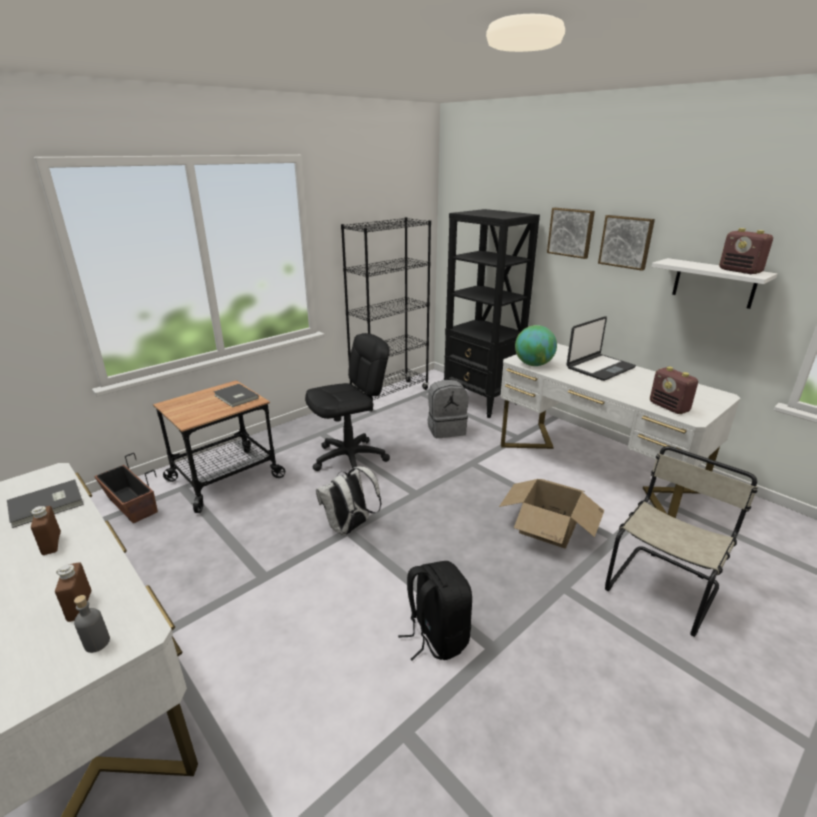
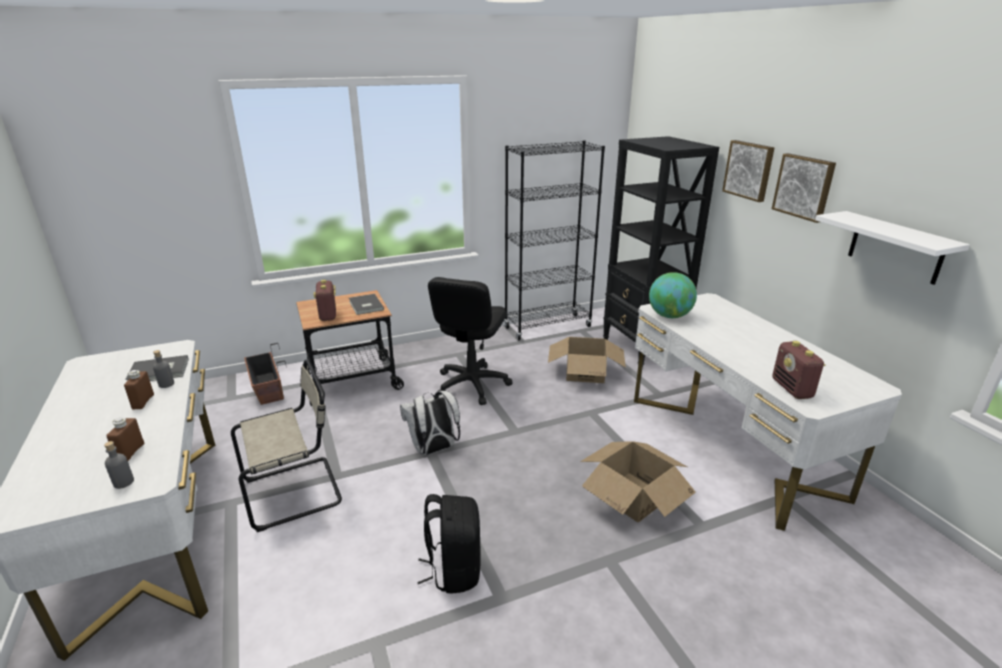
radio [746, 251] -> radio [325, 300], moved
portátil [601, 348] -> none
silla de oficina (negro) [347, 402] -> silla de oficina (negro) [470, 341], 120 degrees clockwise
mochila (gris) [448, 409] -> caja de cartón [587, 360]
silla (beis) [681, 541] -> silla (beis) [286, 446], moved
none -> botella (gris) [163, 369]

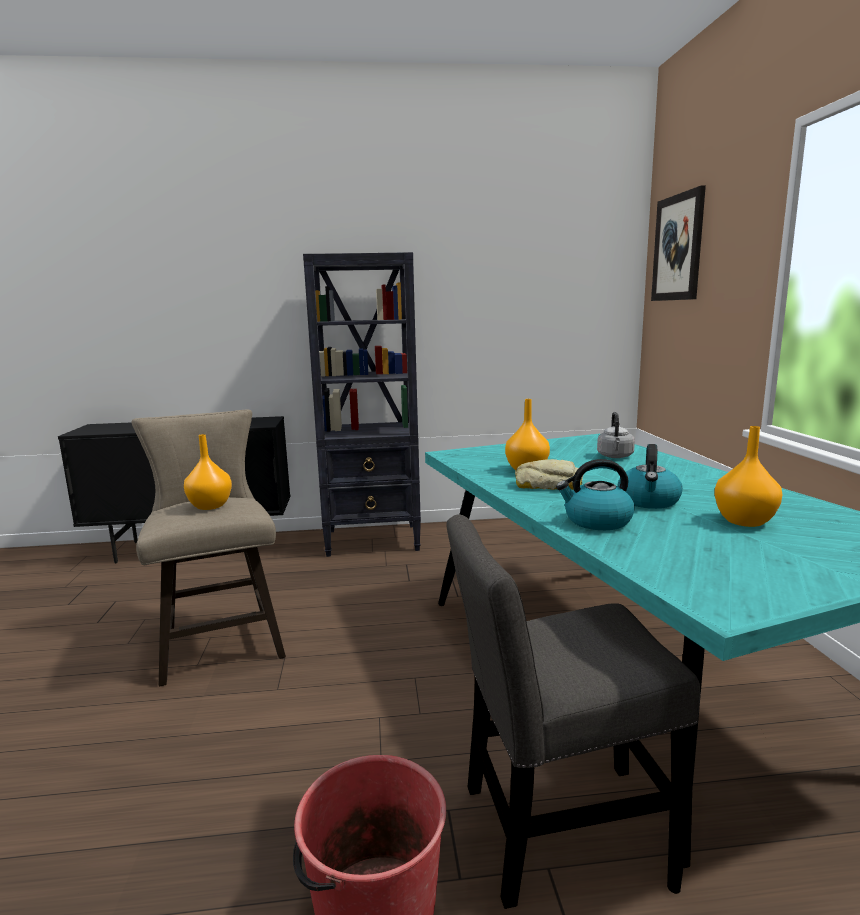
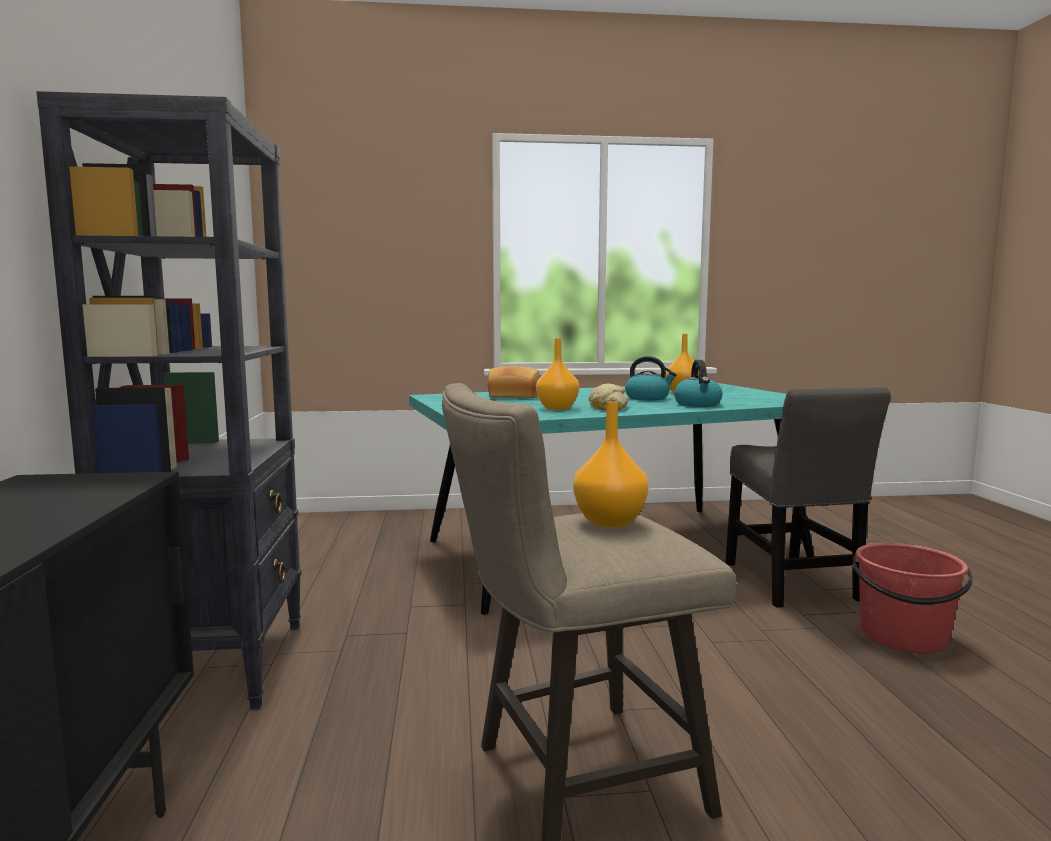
cuadro [678, 243] -> none
hervidor (gris) [616, 435] -> pan [513, 382]

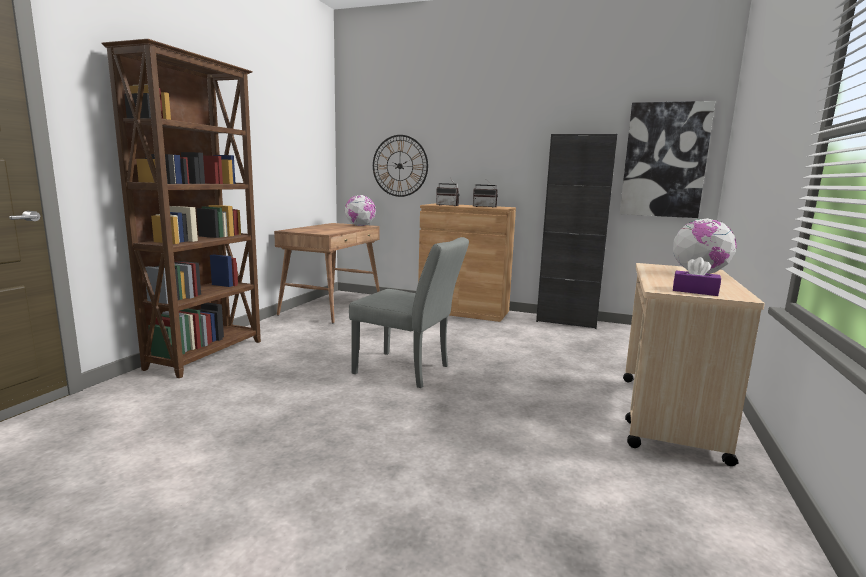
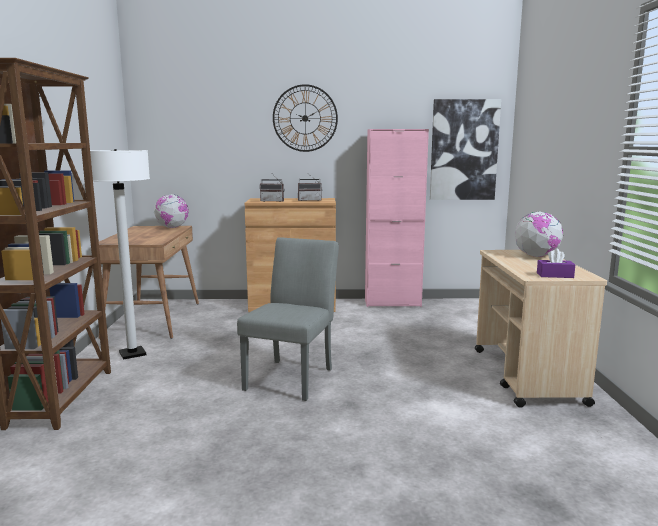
armario (negro) [576, 231] -> armario (rosa) [397, 218]
reloj de pared [400, 166] -> reloj de pared [305, 118], moved
silla (gris) [409, 312] -> silla (gris) [288, 319], 75 degrees counterclockwise
none -> lámpara de pie (blanco) [120, 254]

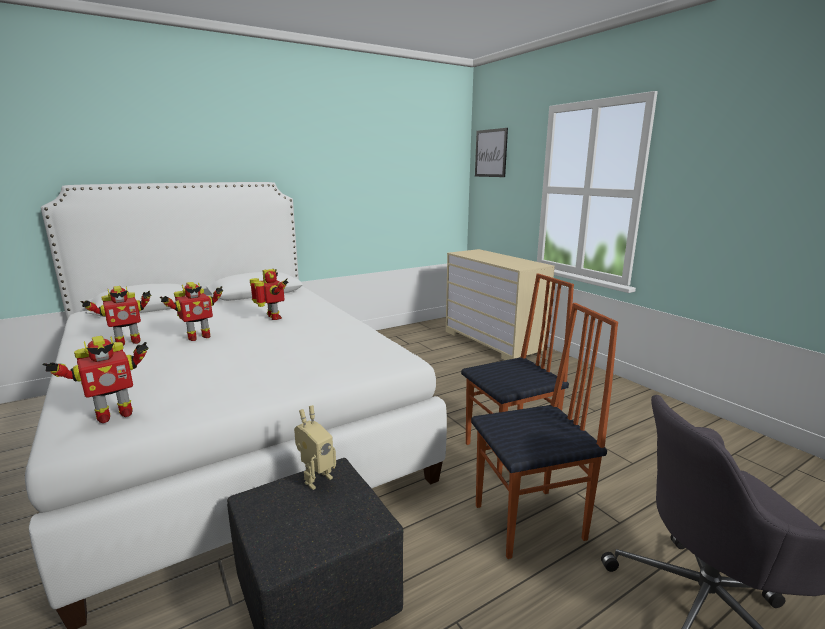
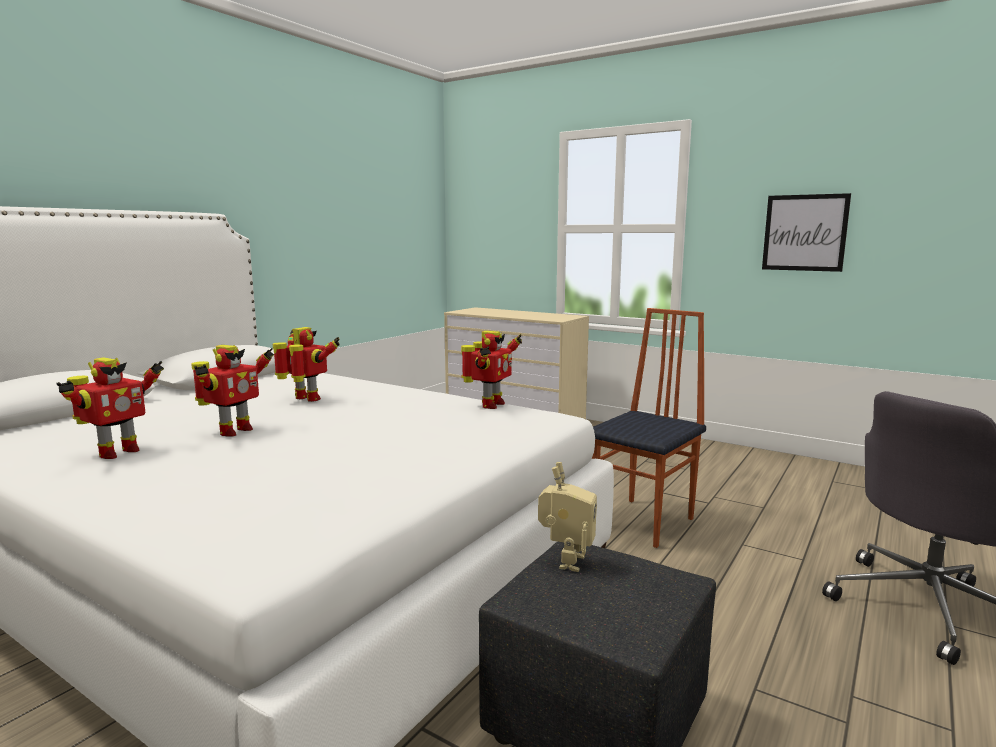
cuadro [491, 152] -> cuadro [806, 232], moved
silla [544, 431] -> none
robot de juguete [96, 379] -> robot de juguete [491, 370], moved

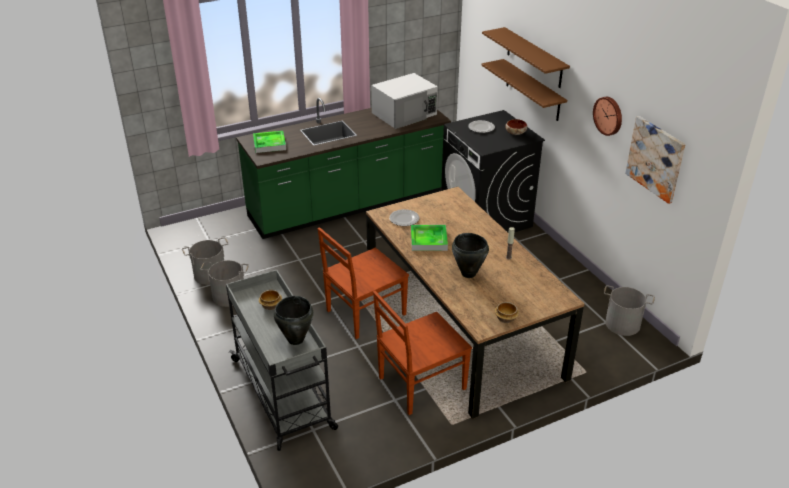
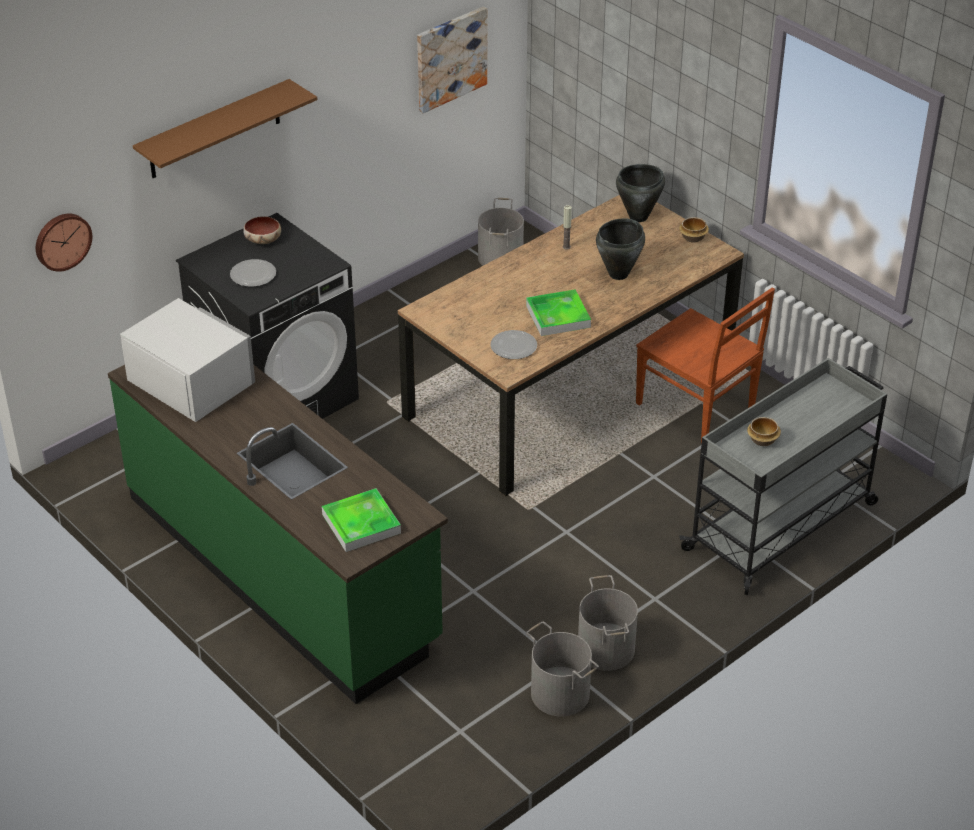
estante (marrón) [524, 90] -> none
reloj de pared [607, 116] -> reloj de pared [64, 243], moved
silla (marrón) [363, 283] -> none
olla (negro) [293, 320] -> olla (negro) [640, 193], moved

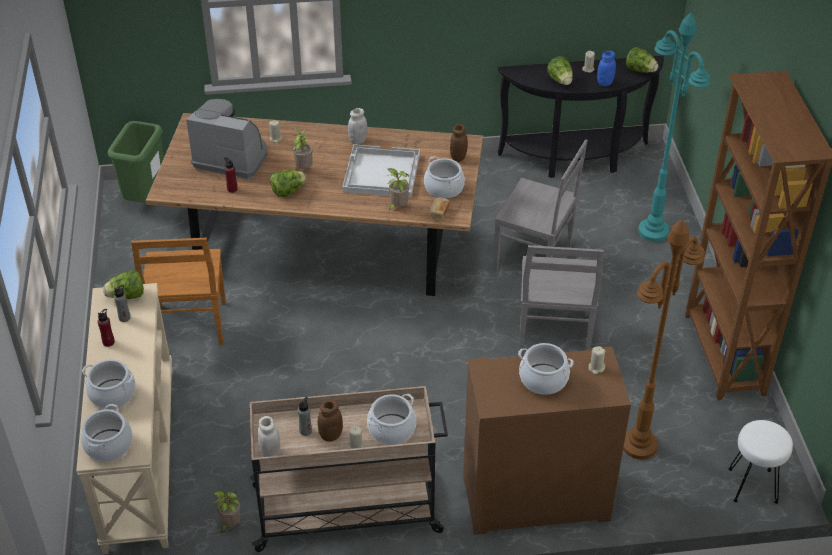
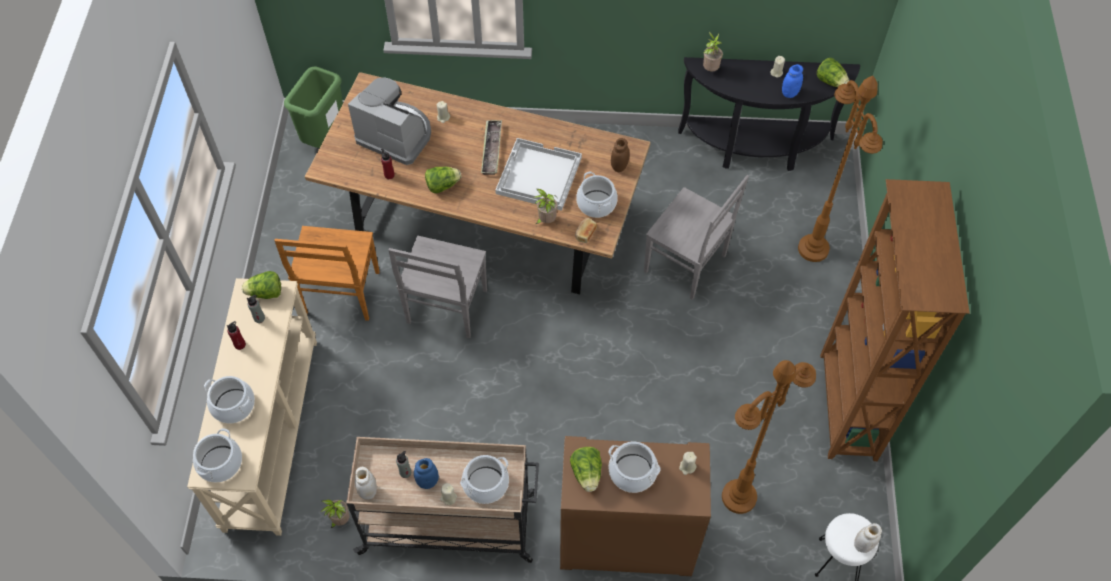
lámpara de pie (turquesa) [674, 127] -> lámpara de pie (marrón) [840, 169]
lechuga [560, 70] -> lechuga [586, 469], moved
tarro (blanco) [357, 126] -> tarro (blanco) [868, 538], moved
planta en maceta [302, 148] -> planta en maceta [713, 51], moved
silla (gris) [561, 299] -> silla (gris) [437, 287], moved
tarro (marrón) [330, 421] -> tarro (azul) [426, 473]
none -> bandeja [491, 147]

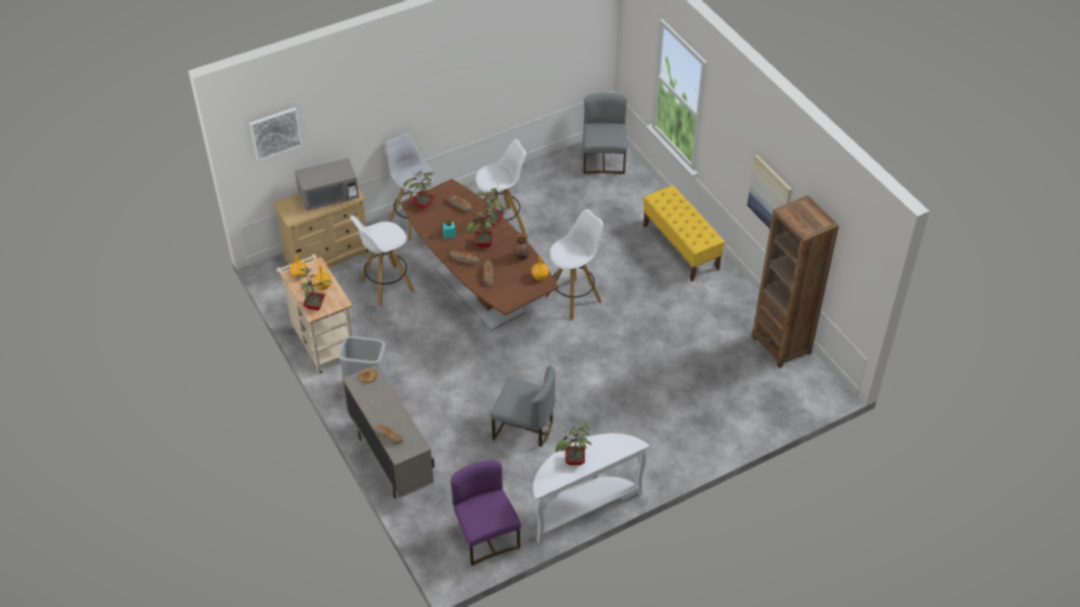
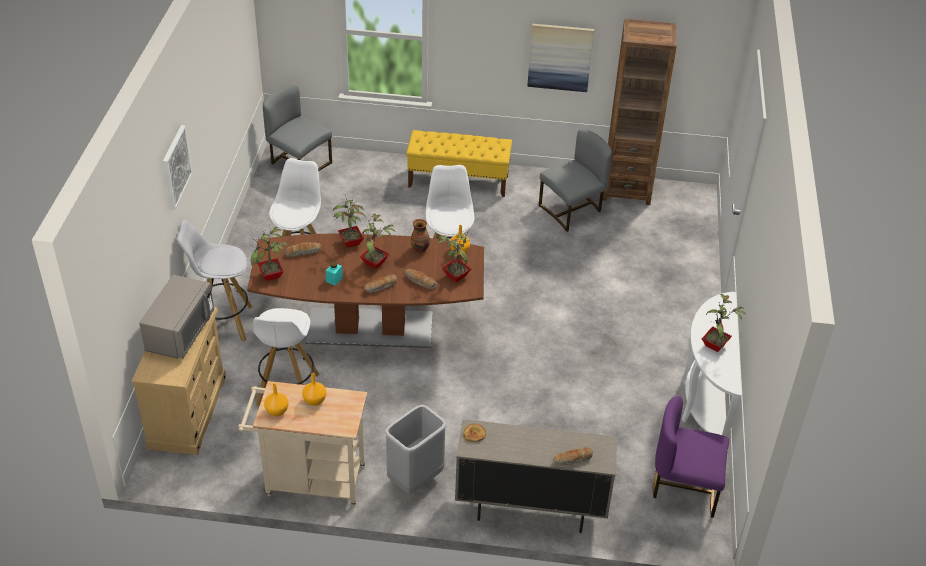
cuadro [276, 134] -> cuadro [178, 167], moved
planta en maceta [314, 288] -> planta en maceta [453, 256], moved
silla (gris) [522, 406] -> silla (gris) [575, 180], moved

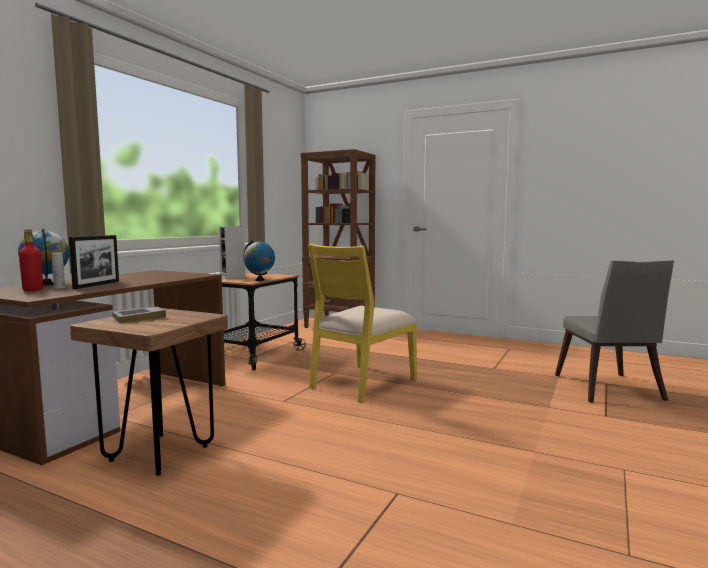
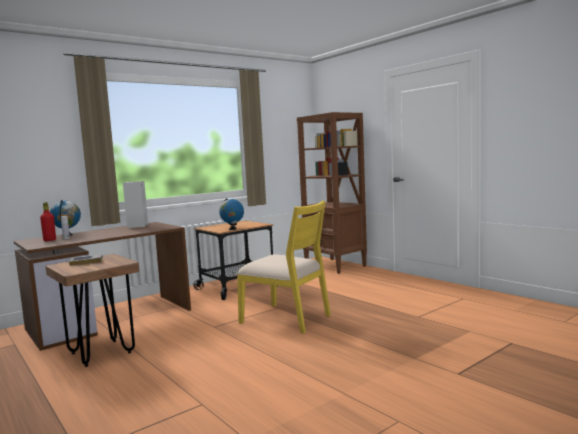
altavoz [232, 252] -> altavoz [135, 204], moved
portarretratos [94, 262] -> none
silla (amarillo) [362, 323] -> silla (amarillo) [284, 267], 120 degrees counterclockwise
silla (gris) [614, 331] -> none

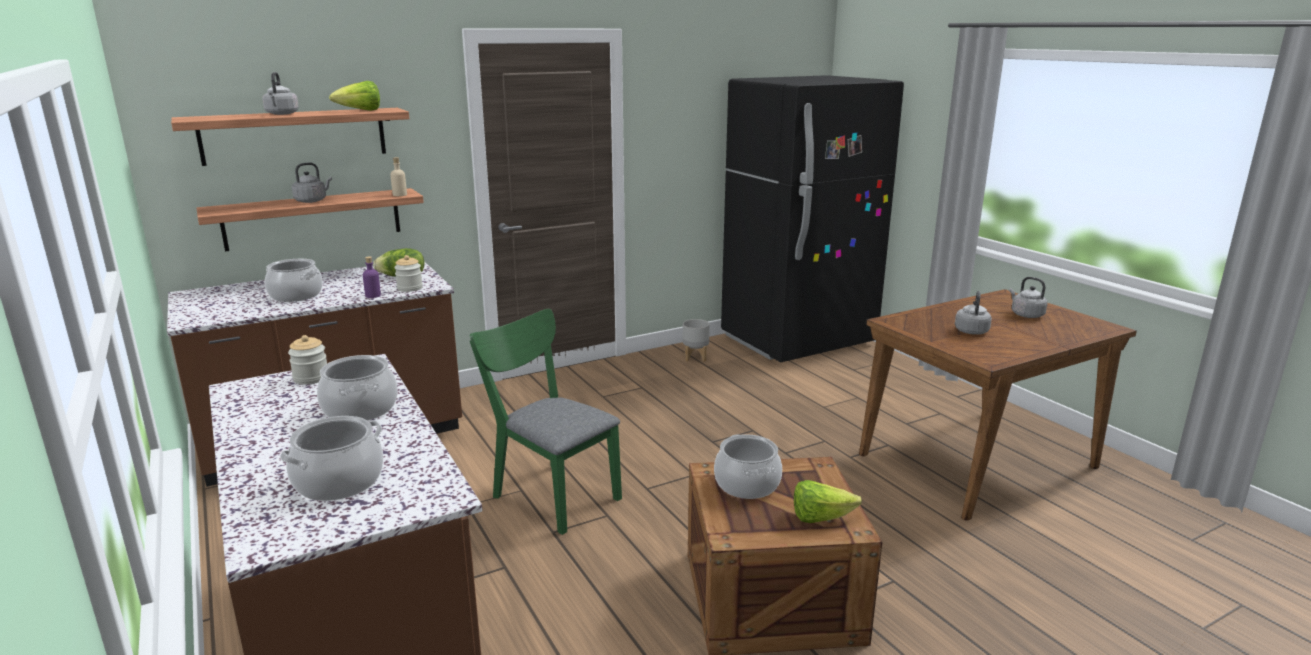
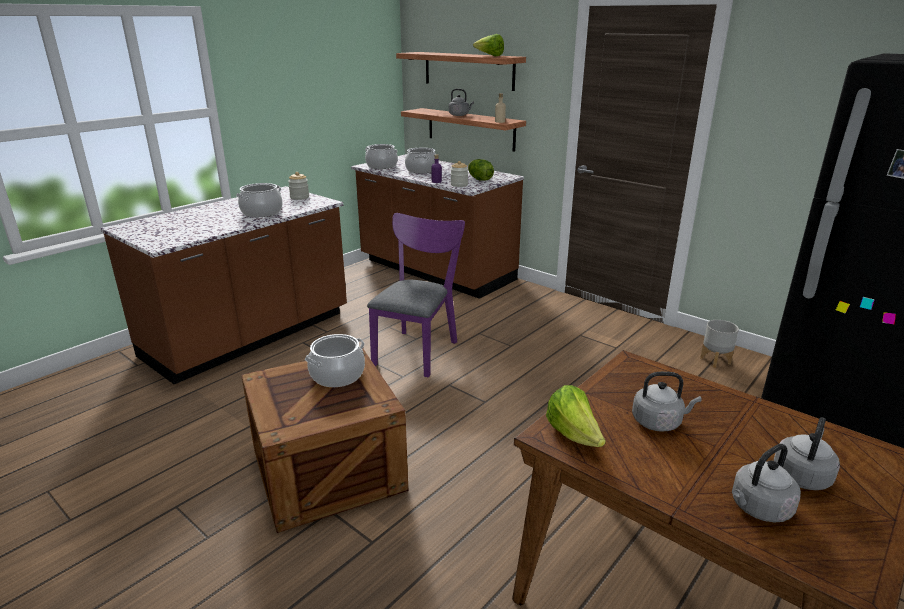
hervidor (gris) [280, 93] -> hervidor (gris) [766, 483], moved
silla (verde) [546, 422] -> silla (morado) [416, 295]
olla [332, 458] -> olla [381, 156], moved
lechuga [828, 501] -> lechuga [576, 416], moved

